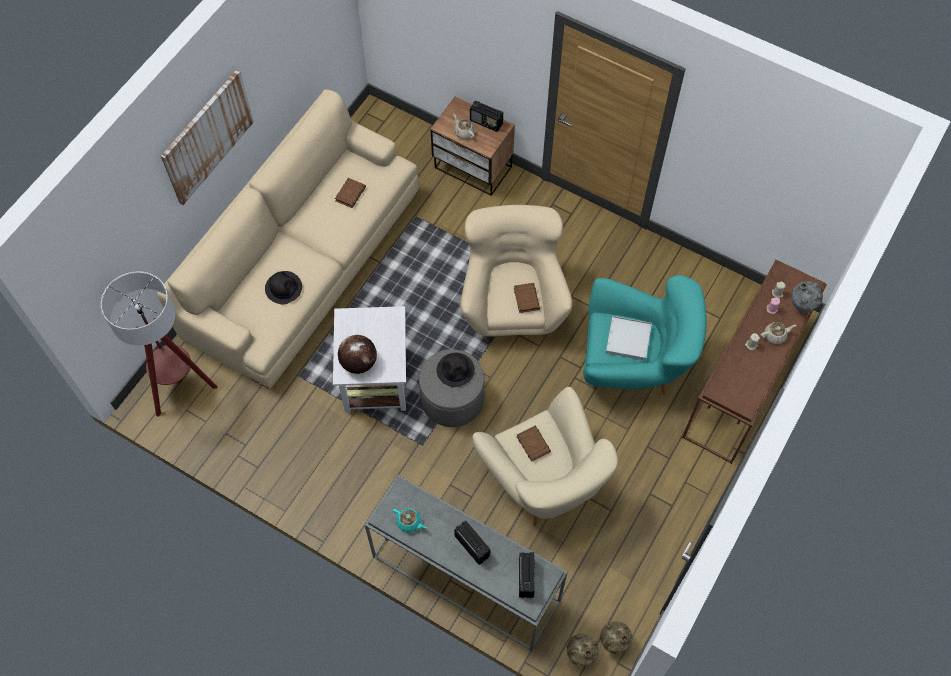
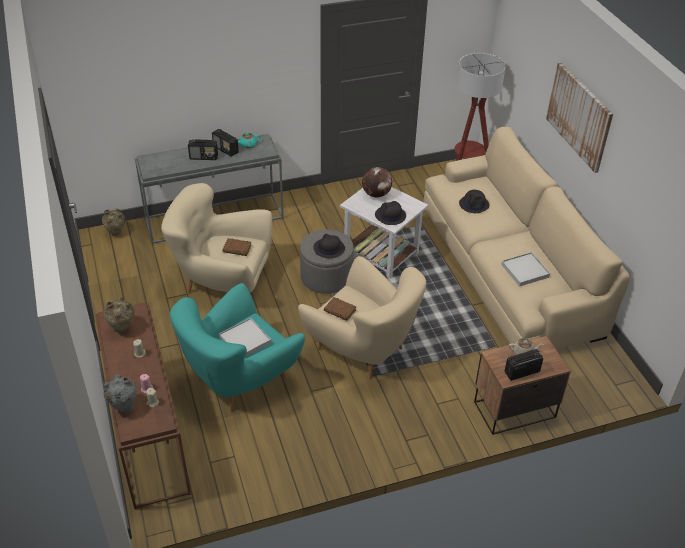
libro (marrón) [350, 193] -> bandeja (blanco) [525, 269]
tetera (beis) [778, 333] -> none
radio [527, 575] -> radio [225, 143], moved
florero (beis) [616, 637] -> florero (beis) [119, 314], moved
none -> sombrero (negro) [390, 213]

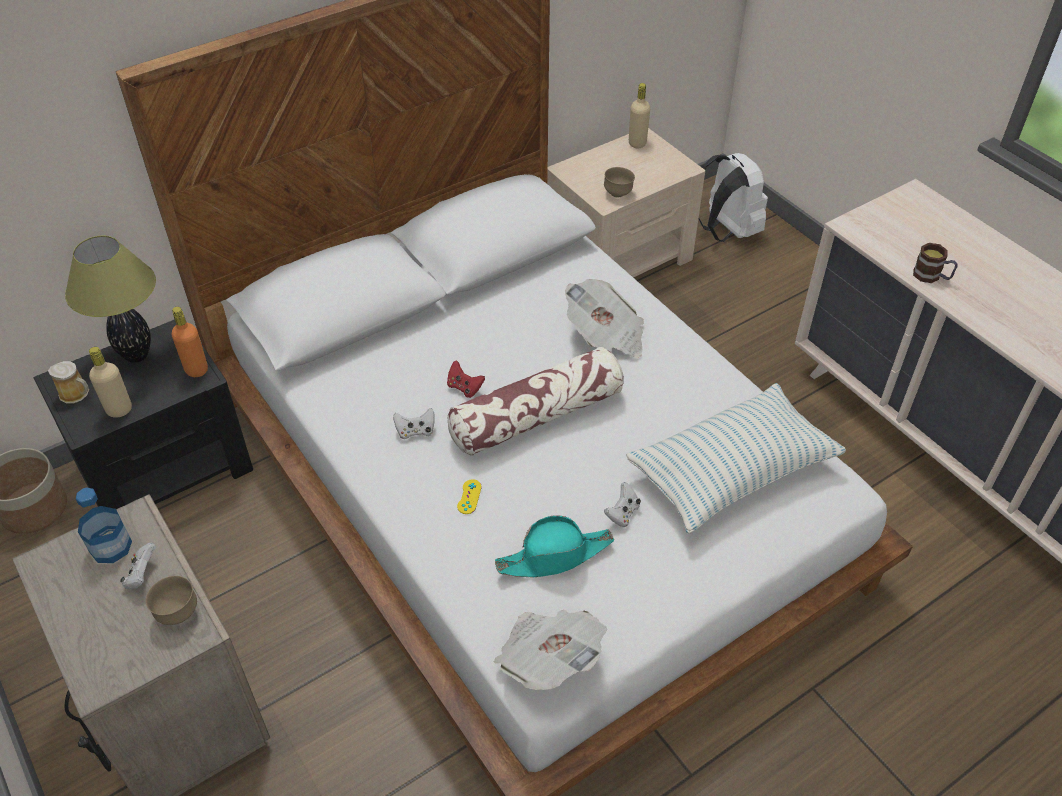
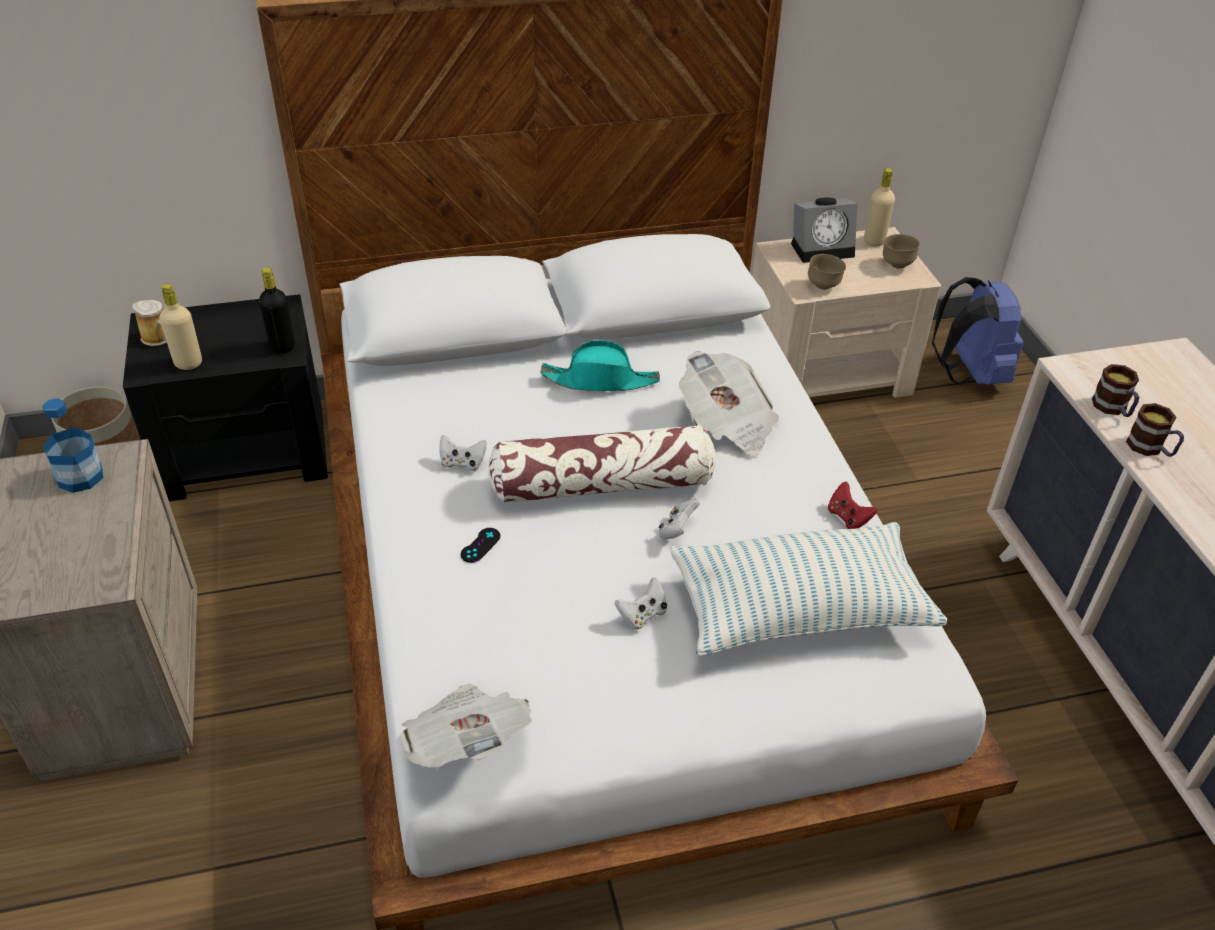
mochila (blanco) [733, 197] -> mochila (azul) [977, 331]
lámpara de mesa [110, 299] -> none
botella (naranja) [190, 342] -> botella (negro) [277, 310]
mando de consola (rojo) [466, 379] -> mando de consola (rojo) [852, 505], moved
mando de consola (amarillo) [469, 496] -> mando de consola (negro) [481, 545]
sombrero (turquesa) [554, 546] -> sombrero (turquesa) [600, 365], moved
mando de consola (blanco) [138, 565] -> mando de consola (blanco) [679, 519], moved
cuenco (marrón) [171, 600] -> cuenco (marrón) [901, 251], moved
none -> despertador [824, 230]
none -> taza grande [1115, 390]

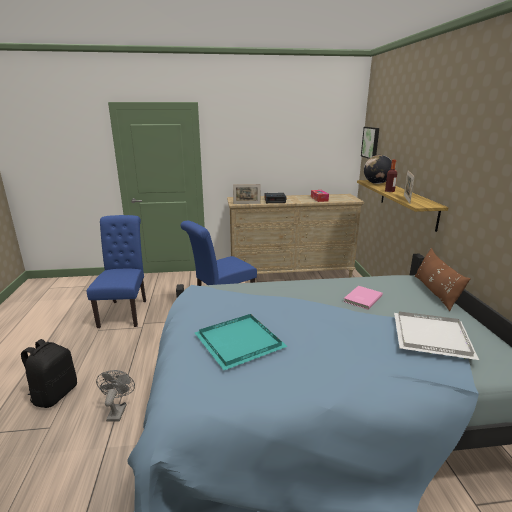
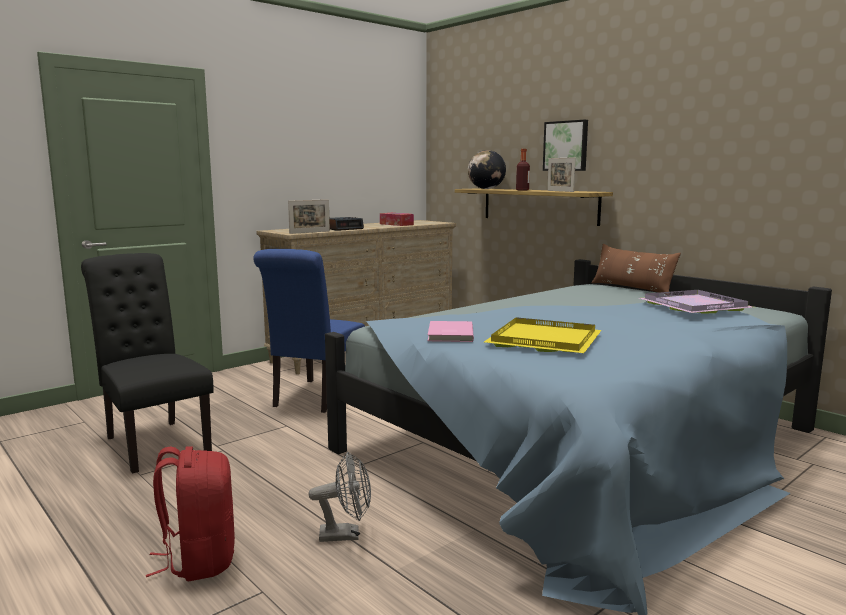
cuadro [370, 143] -> cuadro [565, 145], moved
silla (azul) [116, 271] -> silla (negro) [147, 363]
libro (rosa) [363, 298] -> libro (rosa) [451, 331], moved
bandeja (blanco) [436, 336] -> bandeja (morado) [696, 302]
bandeja (turquesa) [241, 342] -> bandeja (amarillo) [543, 335]
mochila (negro) [49, 373] -> mochila (rojo) [190, 513]
ventilador (gris) [115, 396] -> ventilador (gris) [340, 497], 120 degrees clockwise

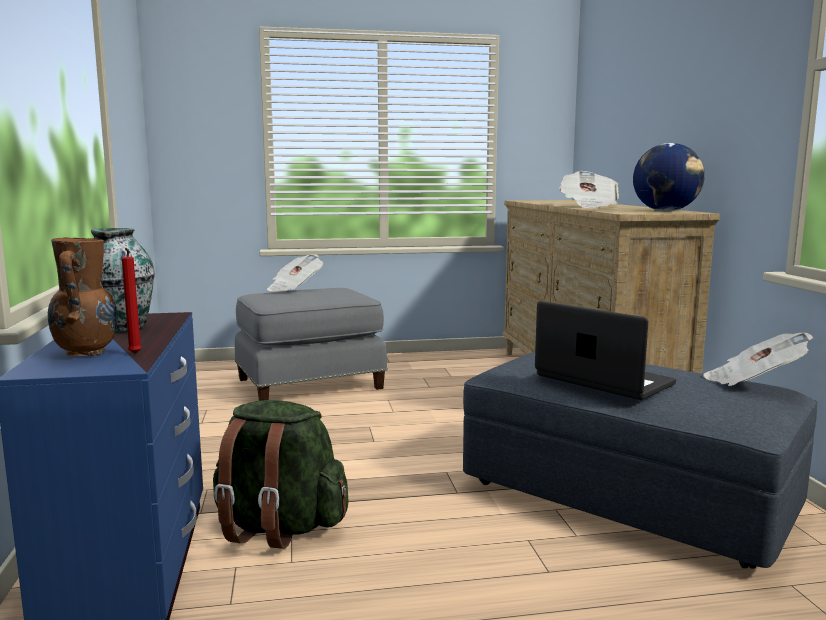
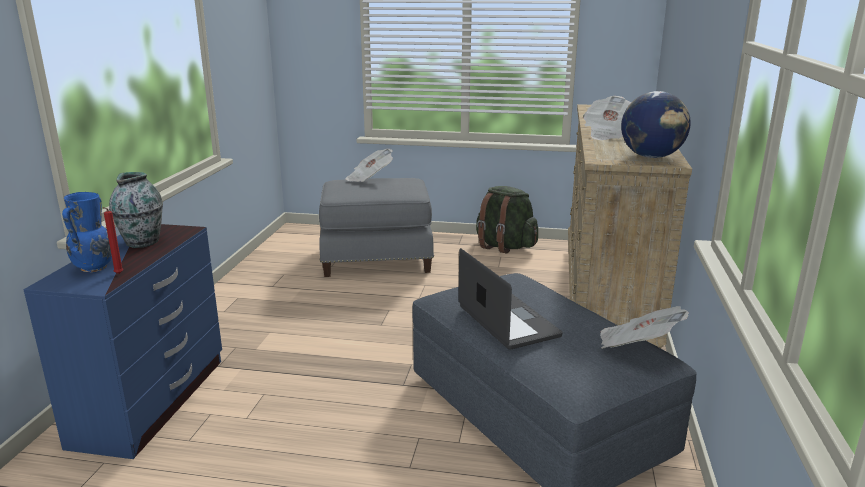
florero (marrón) [83, 296] -> florero (azul) [87, 232]
mochila (verde) [280, 474] -> mochila (verde) [507, 219], moved

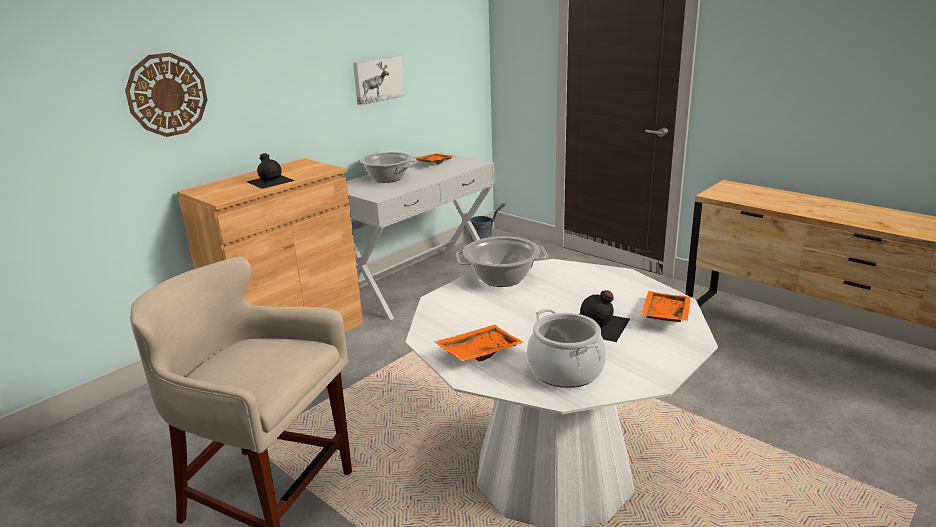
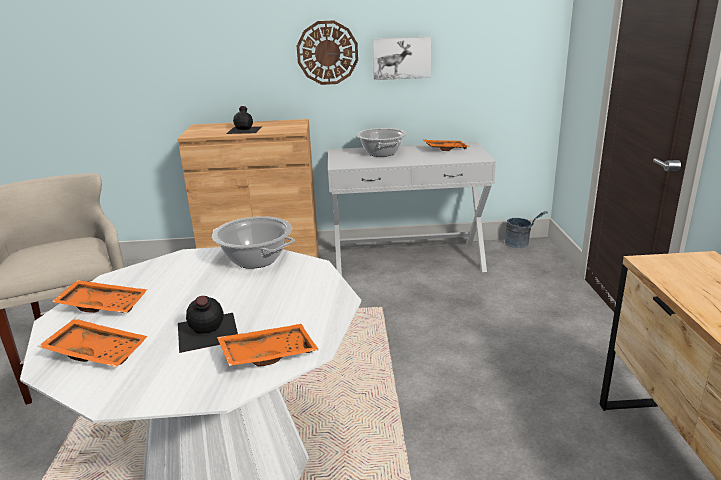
reloj de pared [166, 95] -> reloj de pared [327, 52], moved
olla [566, 348] -> bandeja (naranja) [93, 342]

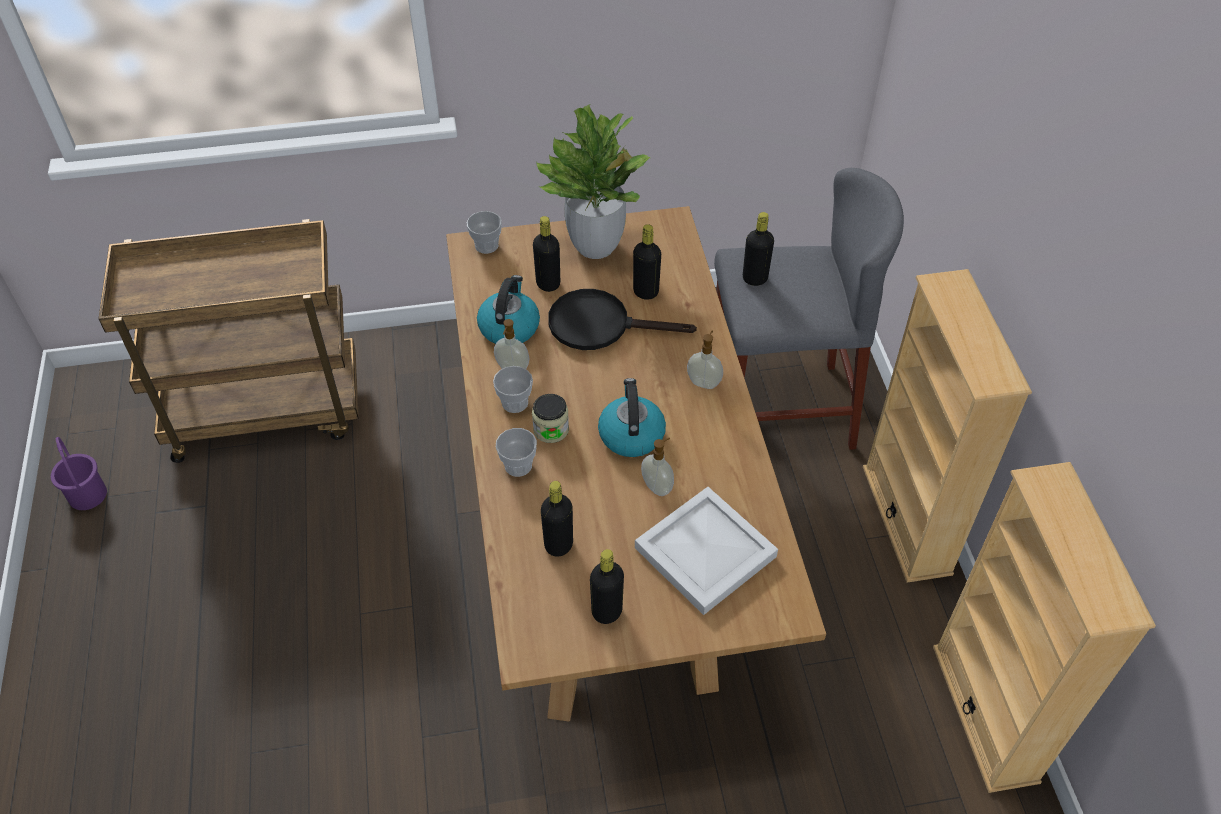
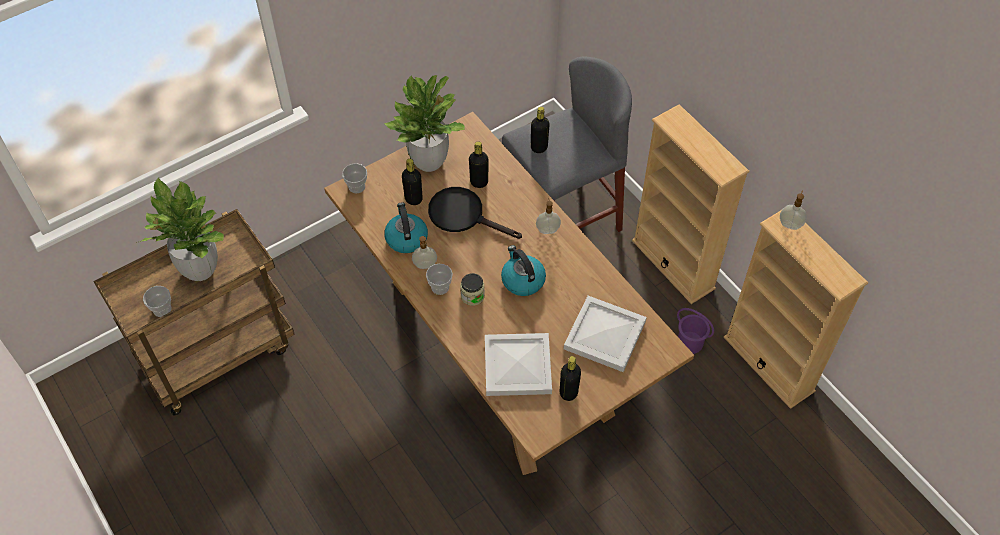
sartén (negro) [622, 319] -> sartén (negro) [475, 213], 45 degrees clockwise
taza [516, 452] -> taza [157, 301], moved
cubo (morado) [79, 473] -> cubo (morado) [695, 331], moved
dispensador de jabón [657, 467] -> dispensador de jabón [793, 210], moved
botella (negro) [557, 519] -> bandeja (blanco) [518, 364]
none -> planta en maceta [180, 229]

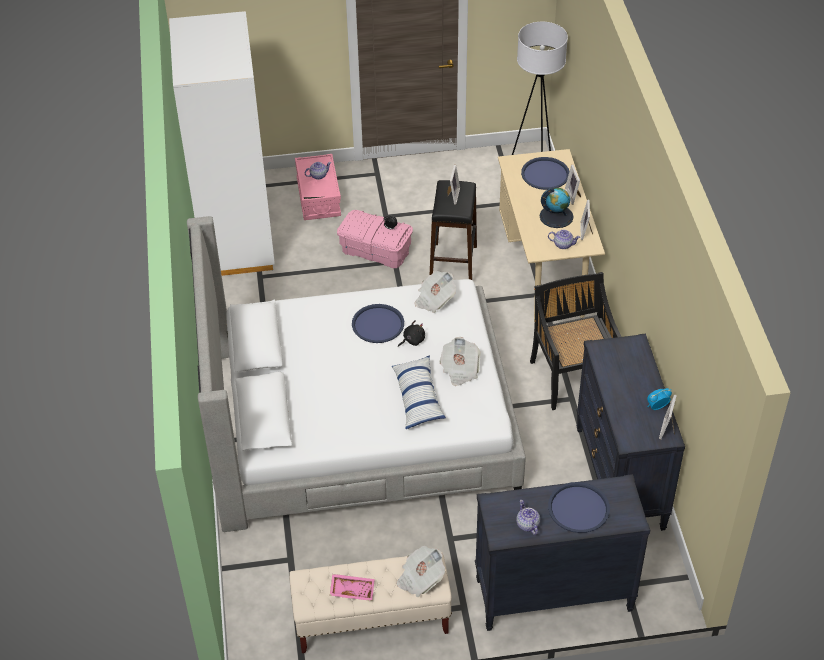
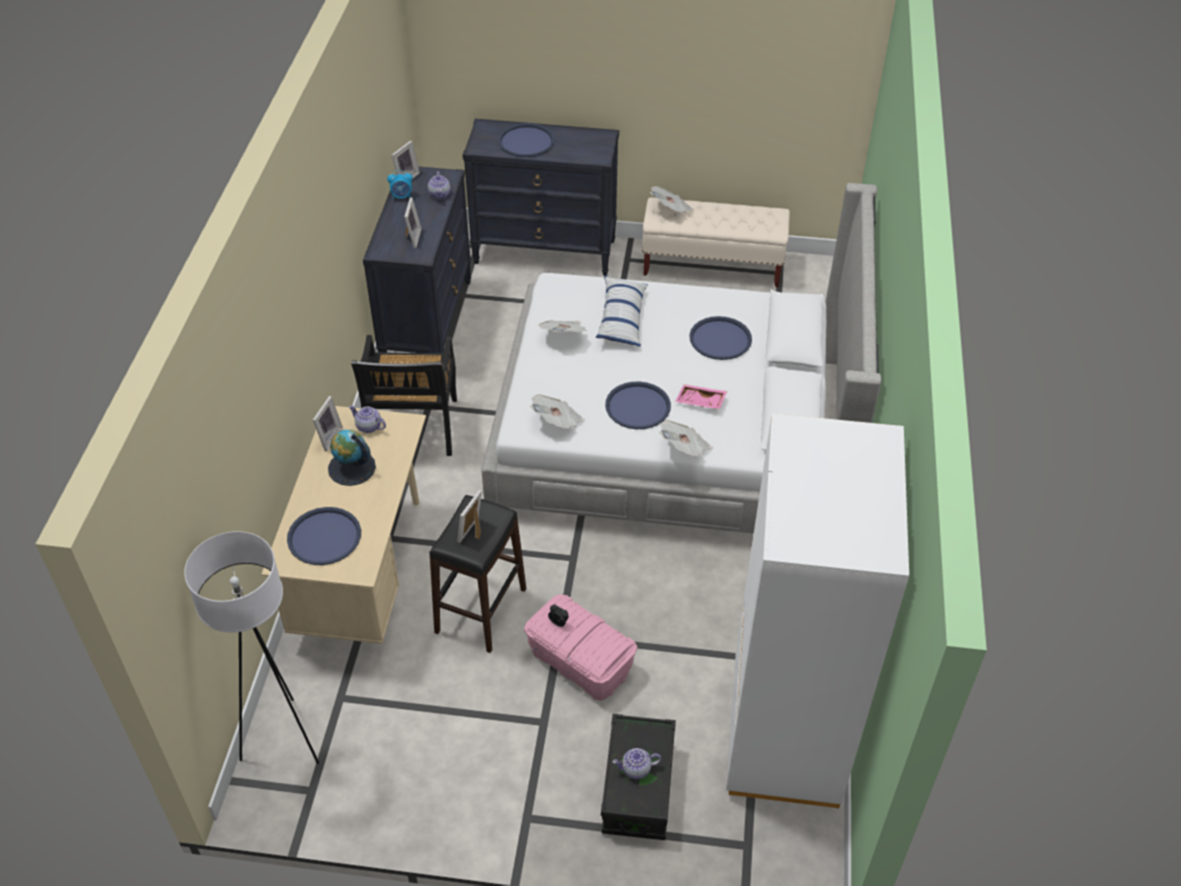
caja de almacenaje (rosa) [318, 187] -> caja de almacenaje (negro) [638, 777]
portarretratos [573, 185] -> portarretratos [413, 222], moved
peluche (negro) [411, 333] -> none
tetera [528, 517] -> tetera [439, 185], moved
bandeja (rosa) [352, 587] -> bandeja (rosa) [701, 396], moved
none -> bandeja (azul) [721, 338]
none -> periódico [686, 438]

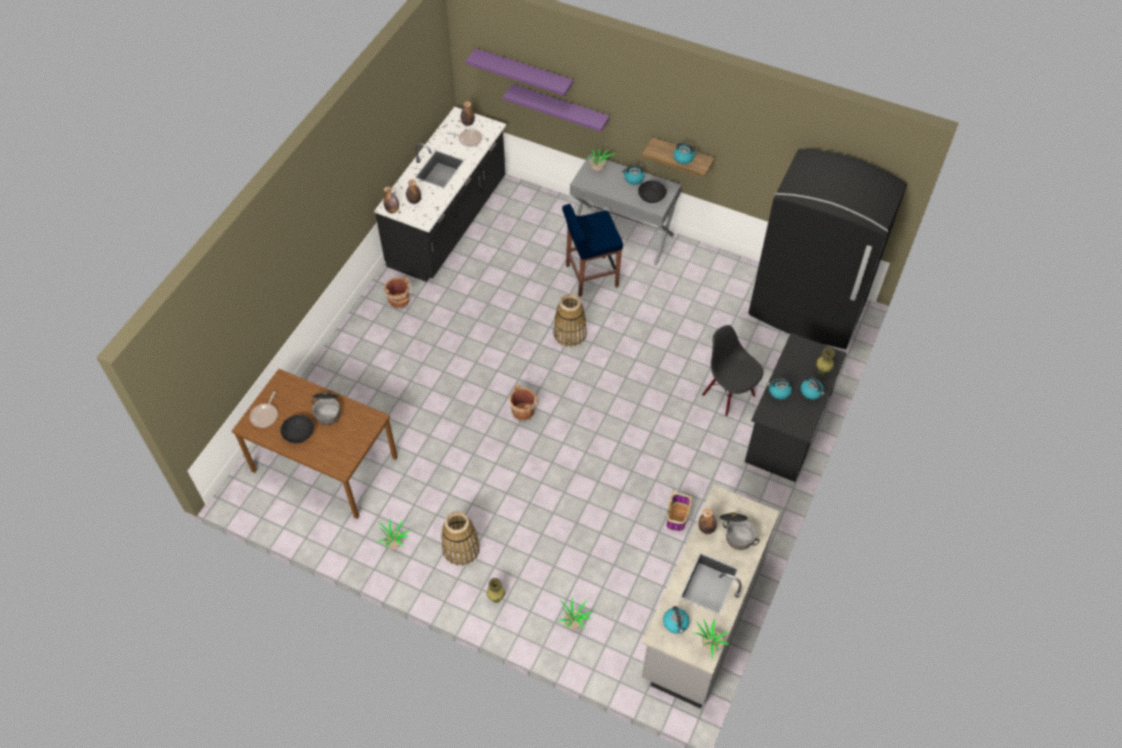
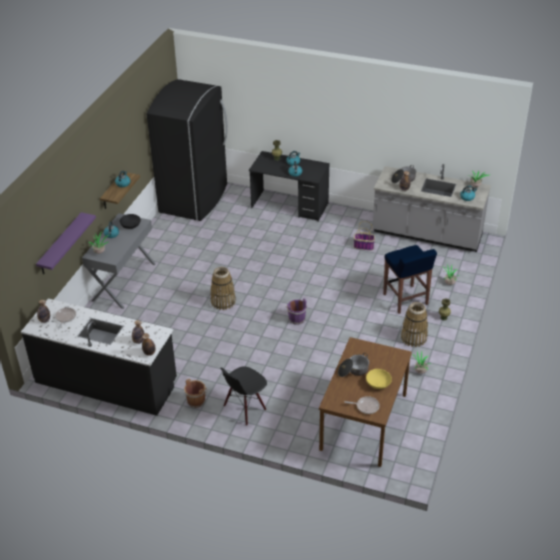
estante (morado) [520, 72] -> none
taburete (azul) [592, 250] -> taburete (azul) [410, 279], moved
silla (negro) [733, 371] -> silla (negro) [243, 396], moved
cubo (marrón) [523, 403] -> cubo (morado) [297, 312]
cuenco (negro) [297, 429] -> cuenco (amarillo) [379, 379]

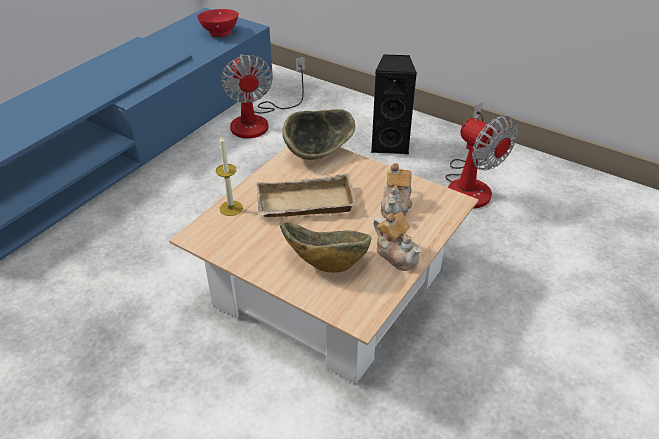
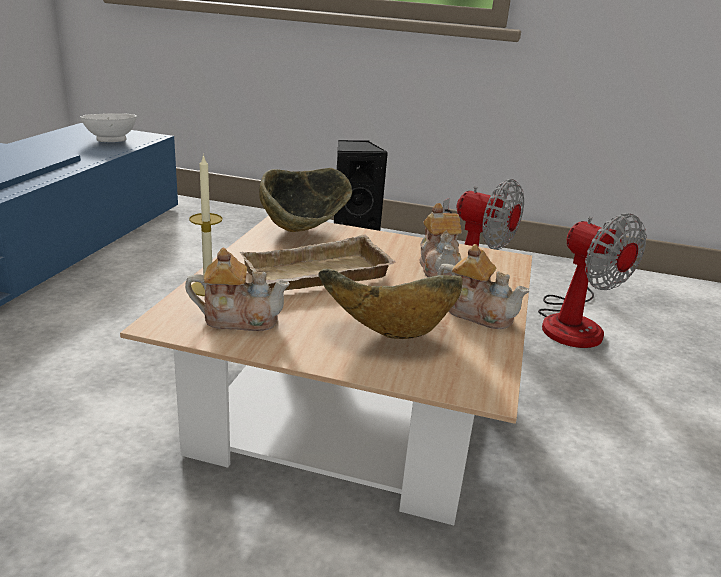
cuenco (rojo) [218, 23] -> cuenco (blanco) [108, 127]
ventilador [263, 96] -> ventilador [592, 280], moved
none -> tetera [237, 289]

